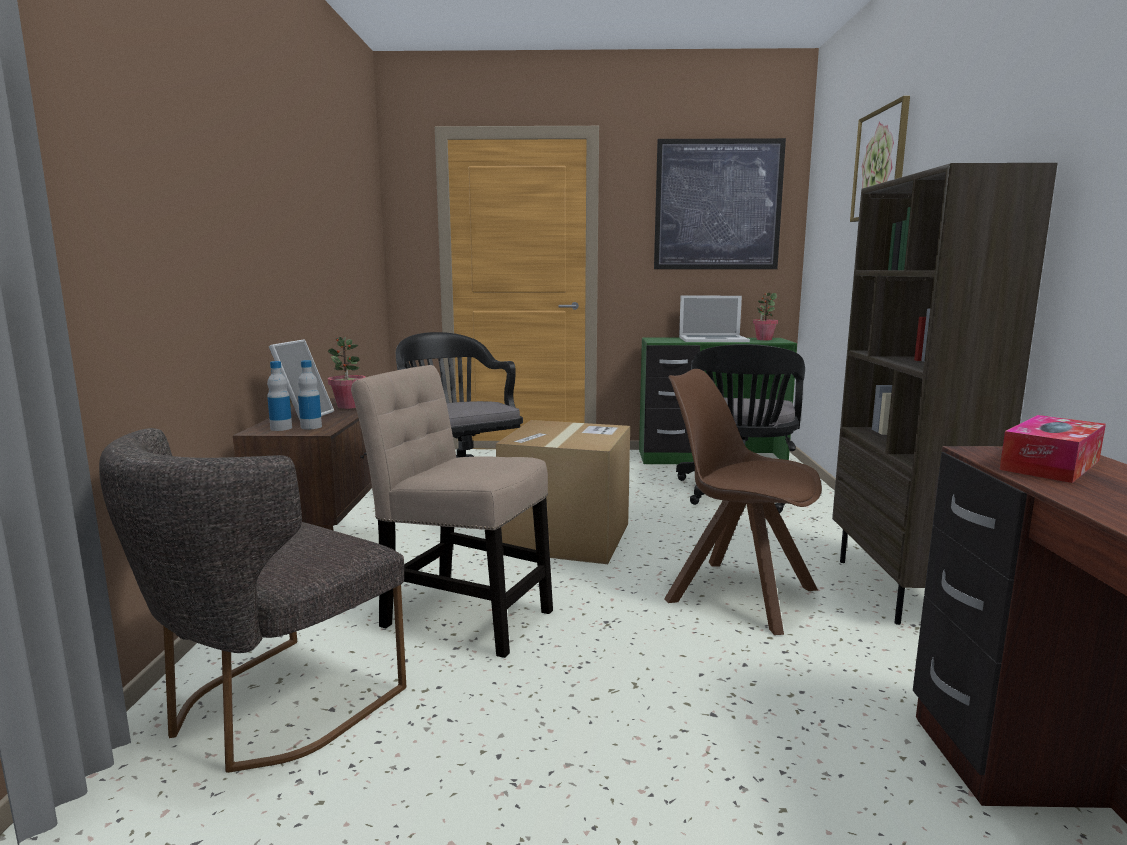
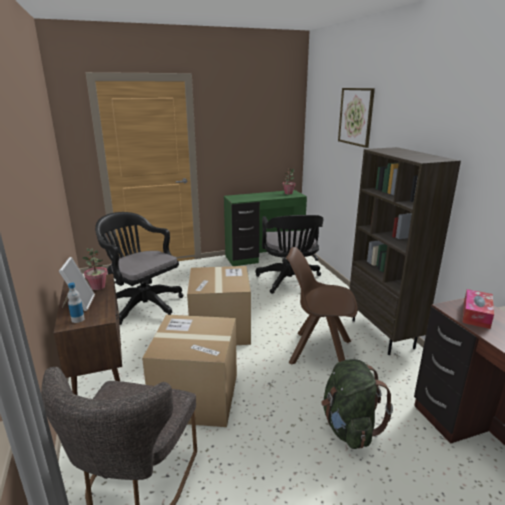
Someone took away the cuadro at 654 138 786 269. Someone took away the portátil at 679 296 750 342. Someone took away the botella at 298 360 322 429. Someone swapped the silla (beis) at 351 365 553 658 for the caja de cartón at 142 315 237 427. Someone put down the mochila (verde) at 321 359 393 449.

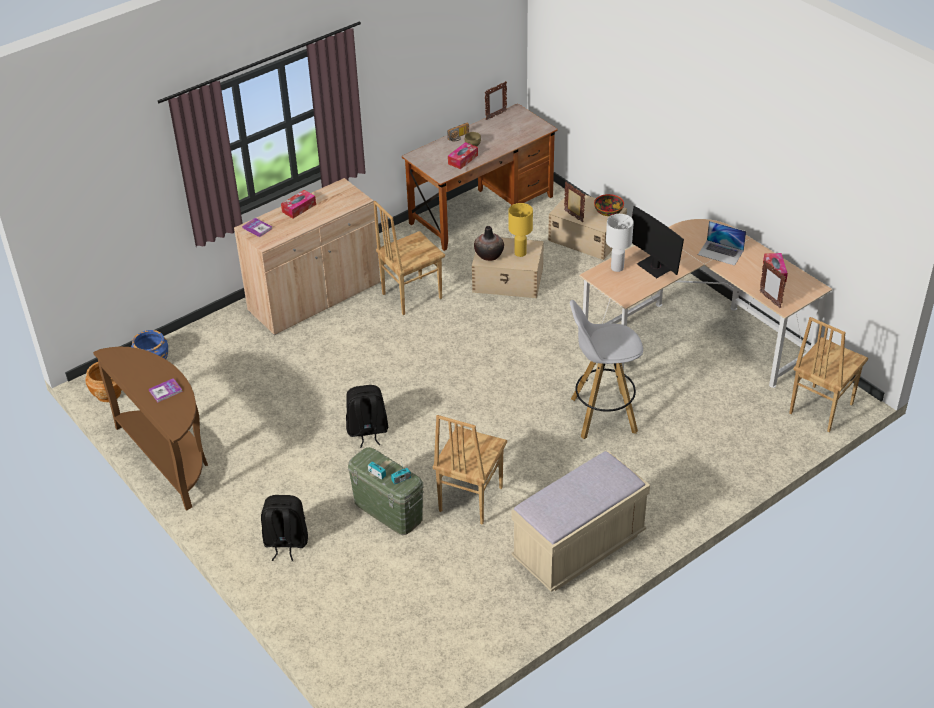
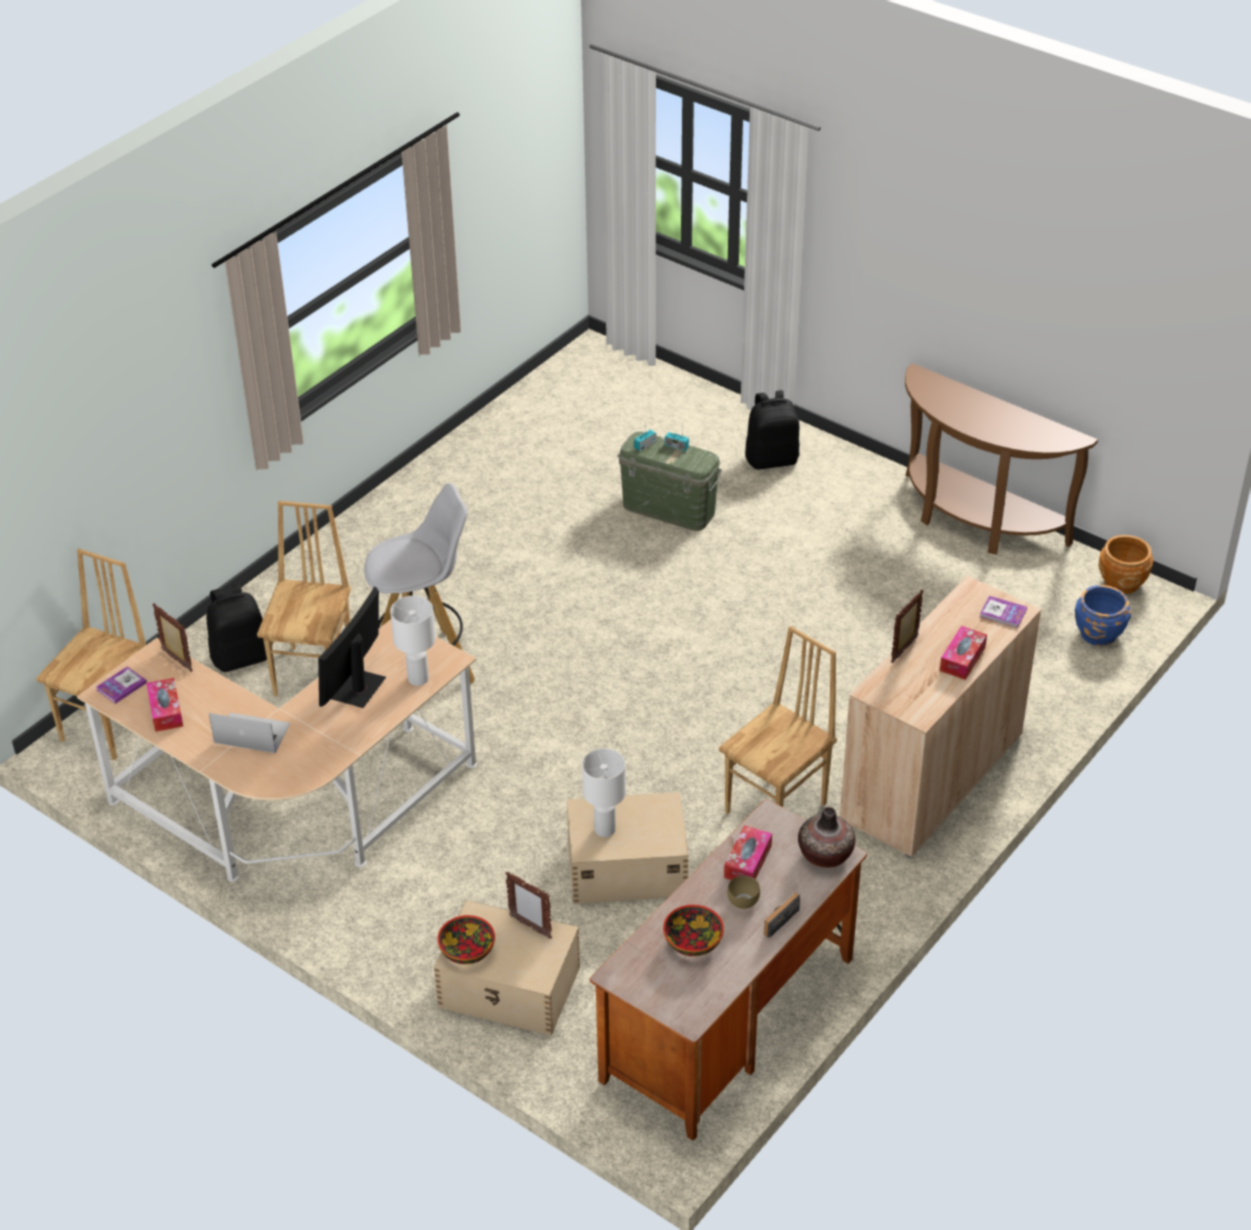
Someone carried the portarretratos from 485 81 507 120 to 891 590 924 663. Someone repainted the lámpara de mesa (amarillo) at 508 203 533 257, which became the lámpara de mesa (blanco) at 582 749 626 837. Someone rotated the monitor at 632 206 684 278 by 105 degrees counterclockwise. Someone carried the florero from 474 226 504 261 to 798 807 855 868. Someone carried the libro from 149 378 183 402 to 96 667 147 704. Someone carried the mochila (negro) from 346 385 388 448 to 206 583 267 672. Someone carried the silla (marrón) from 433 415 507 525 to 257 501 351 696. Someone took away the banco (beis) at 512 451 650 592. Someone put down the cuenco at 663 905 724 956.

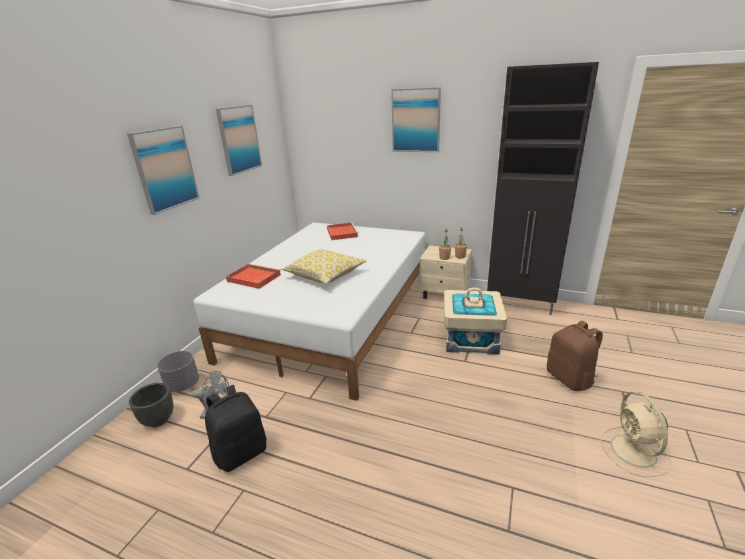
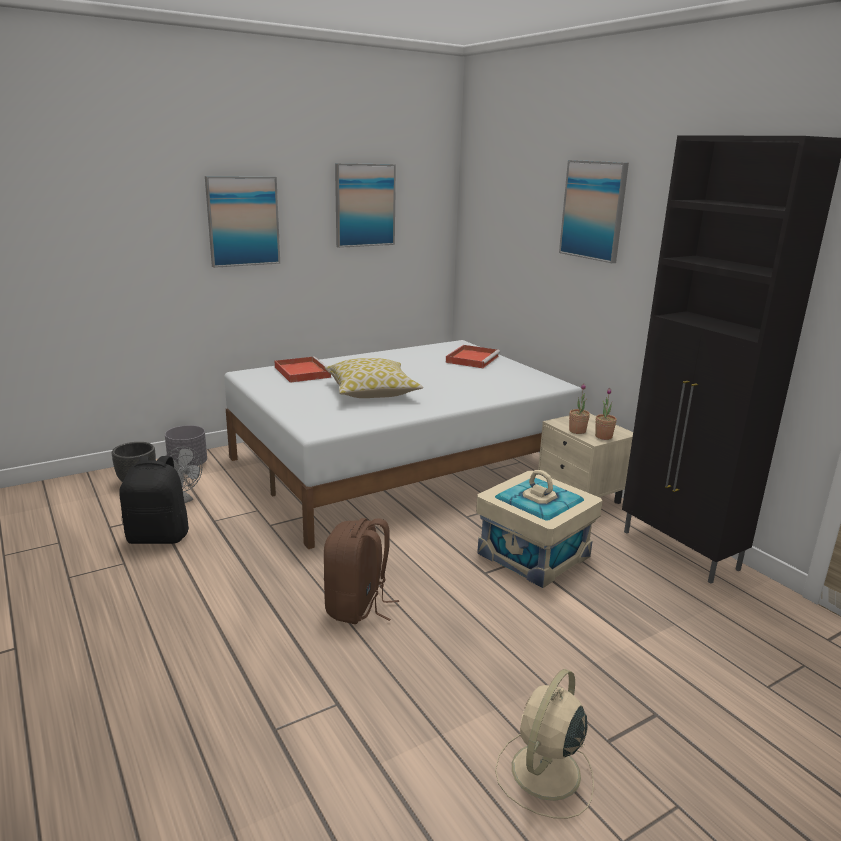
Someone carried the mochila (marrón) from 547 321 603 391 to 324 518 399 624.

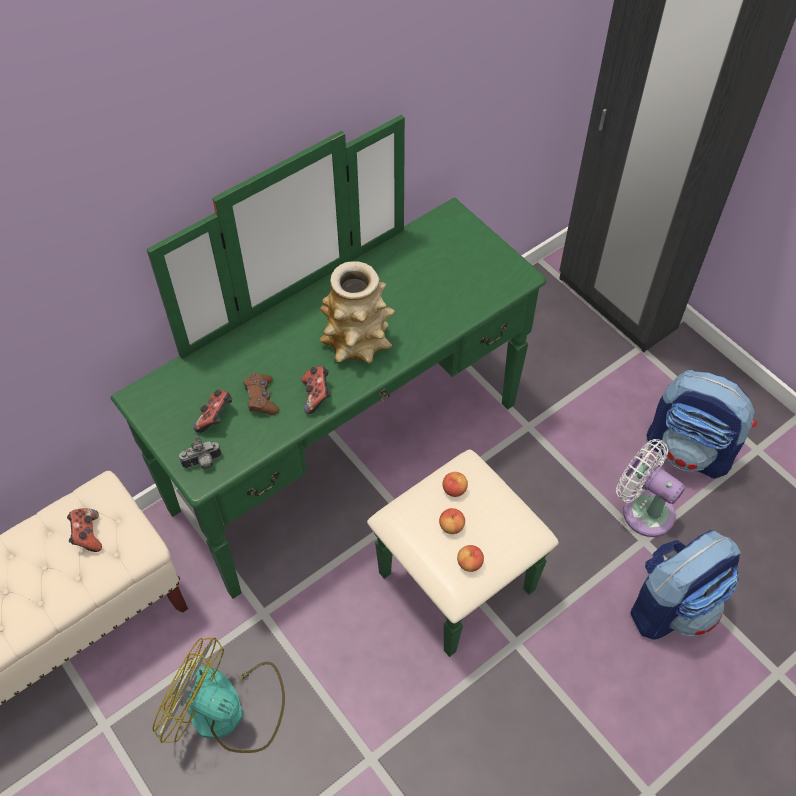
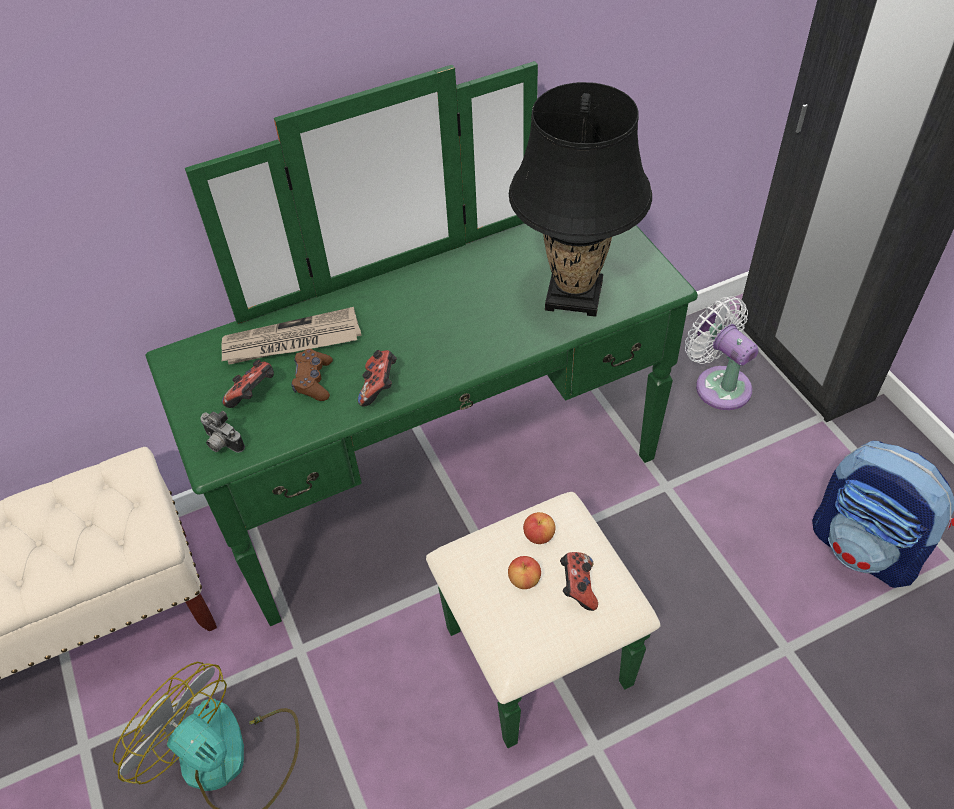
Someone took away the florero at 319 261 395 364. Someone rotated the cámara at 179 436 222 470 by 45 degrees clockwise. Someone carried the ventilador (blanco) from 616 439 685 537 to 685 296 759 410. Someone carried the mando de consola from 67 508 102 552 to 560 552 598 611. Someone took away the mochila at 630 530 740 640. Someone took away the manzana at 457 545 484 572. Someone put down the lámpara de mesa (negro) at 509 82 652 317. Someone put down the periódico at 221 307 362 365.

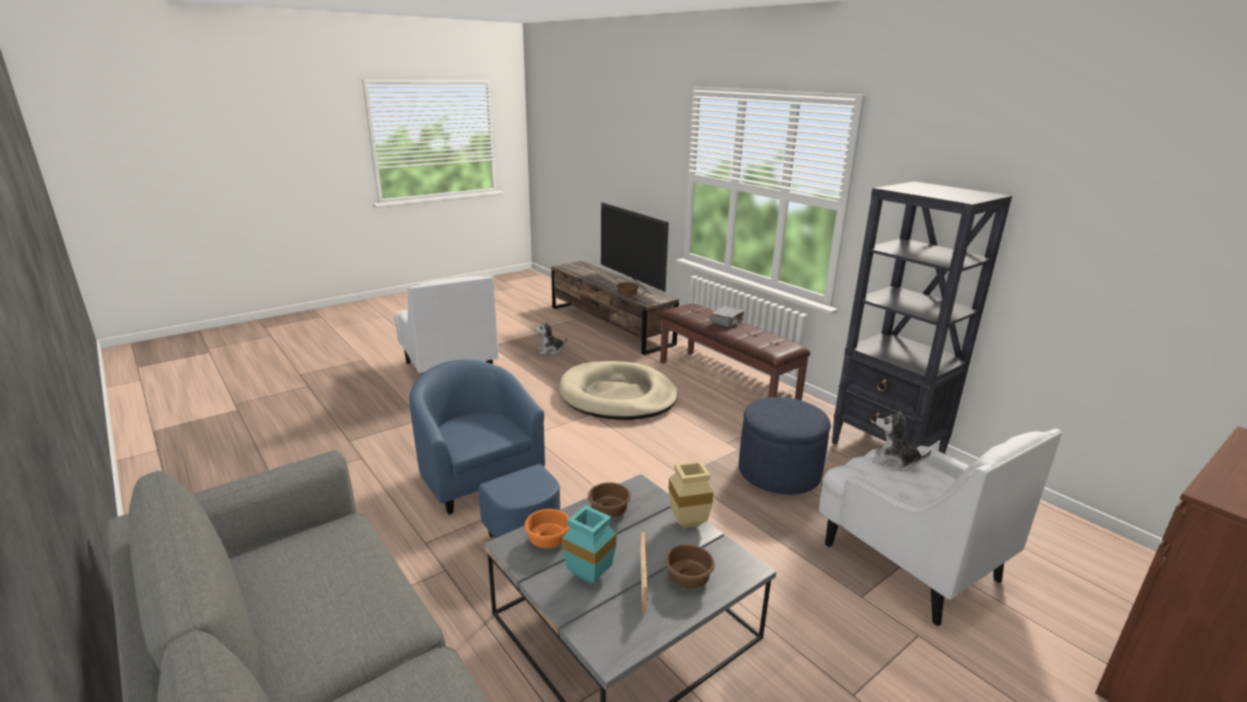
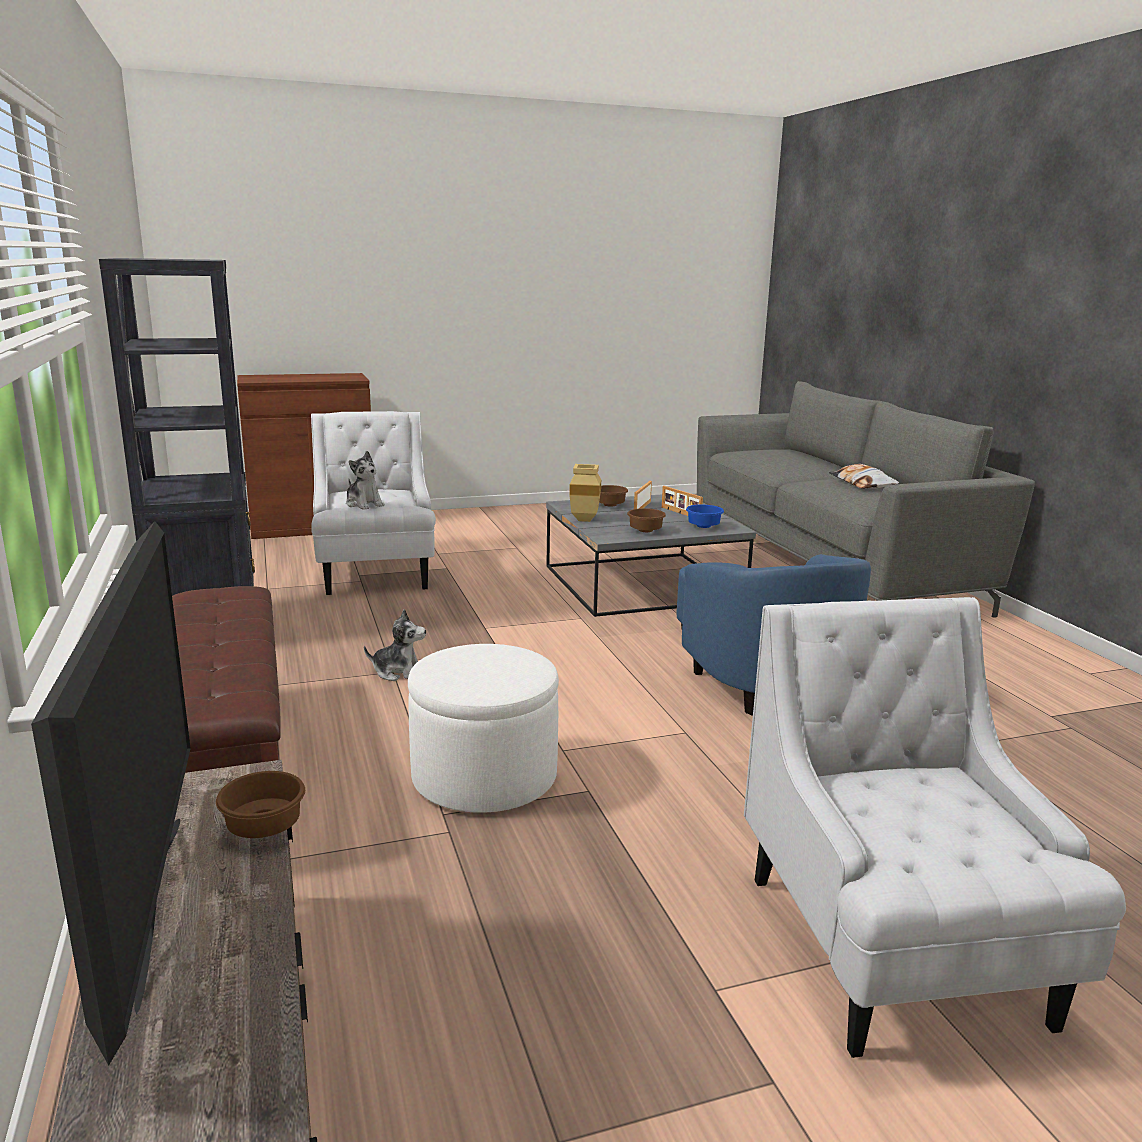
Someone took away the libro (gris) at 711 306 744 327. Someone carried the peluche from 535 321 568 355 to 364 609 426 681. Someone swapped the cama para perro (beis) at 559 361 678 420 for the puf (blanco) at 408 644 559 813. Someone took away the puf (azul) at 739 397 830 494. Someone swapped the florero (turquesa) at 562 505 617 584 for the portarretratos at 662 486 703 516. Someone repainted the cuenco (naranja) at 525 509 570 548, which became the cuenco (azul) at 686 505 724 528. Someone put down the cojín at 829 464 899 489.

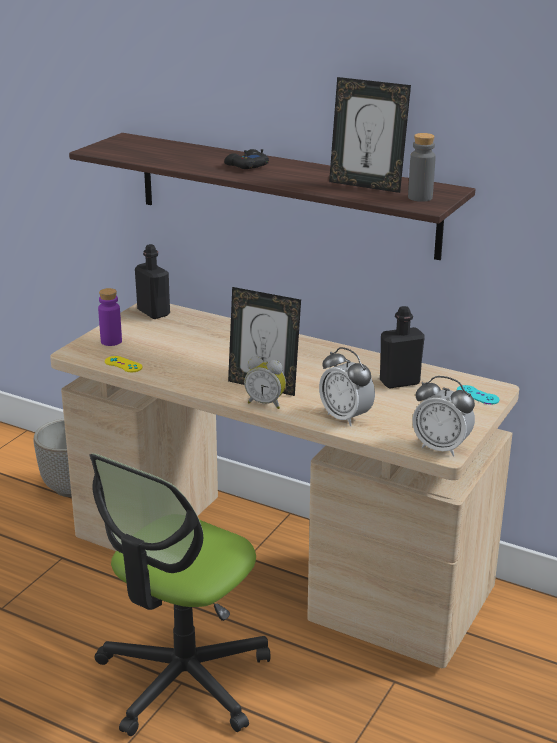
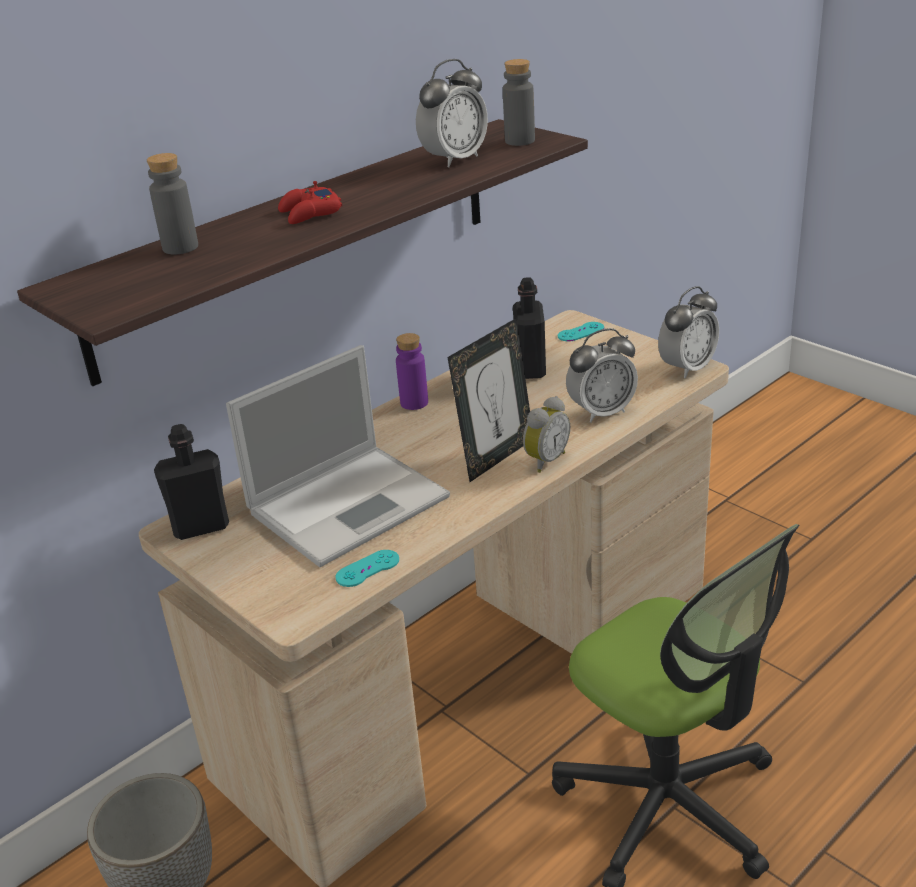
Someone swapped the portarretratos at 329 77 411 193 for the despertador at 416 59 488 167. Someone repainted the mando de consola (negro) at 224 149 269 169, which became the mando de consola (rojo) at 278 181 342 224. Someone carried the botella (morado) from 98 288 122 346 to 396 333 428 410. Someone repainted the mando de consola (amarillo) at 105 356 143 372, which became the mando de consola (turquesa) at 335 550 399 587. Someone put down the botella (gris) at 147 153 198 254. Someone put down the portátil at 226 345 450 567.

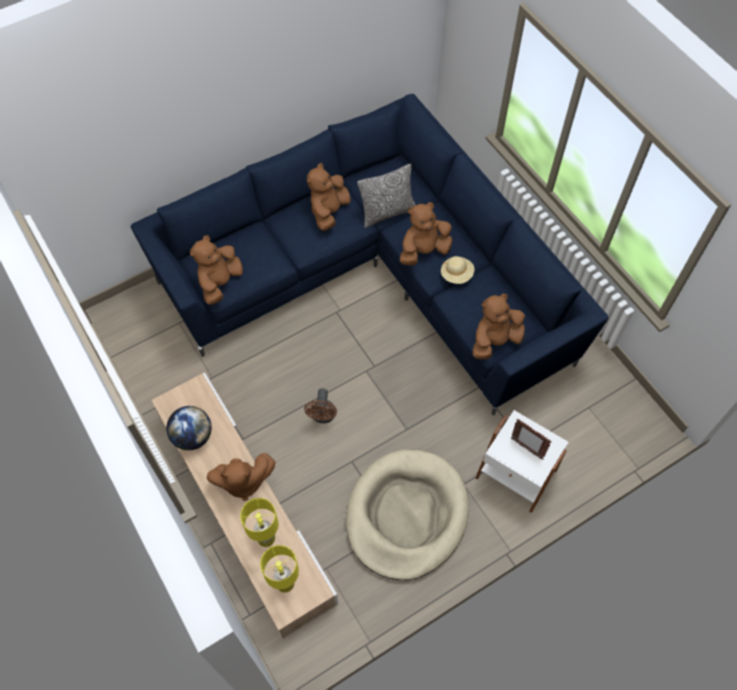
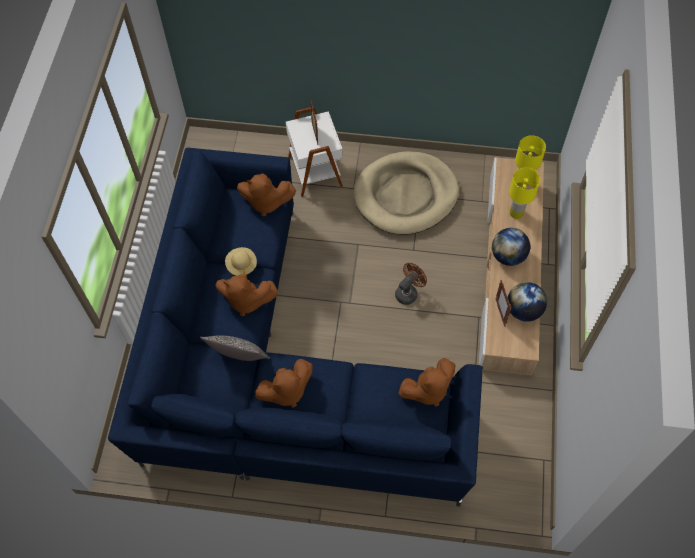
Someone swapped the peluche (marrón) at 207 453 276 501 for the globo terráqueo at 492 228 530 266. Someone put down the portarretratos at 495 280 511 327.

